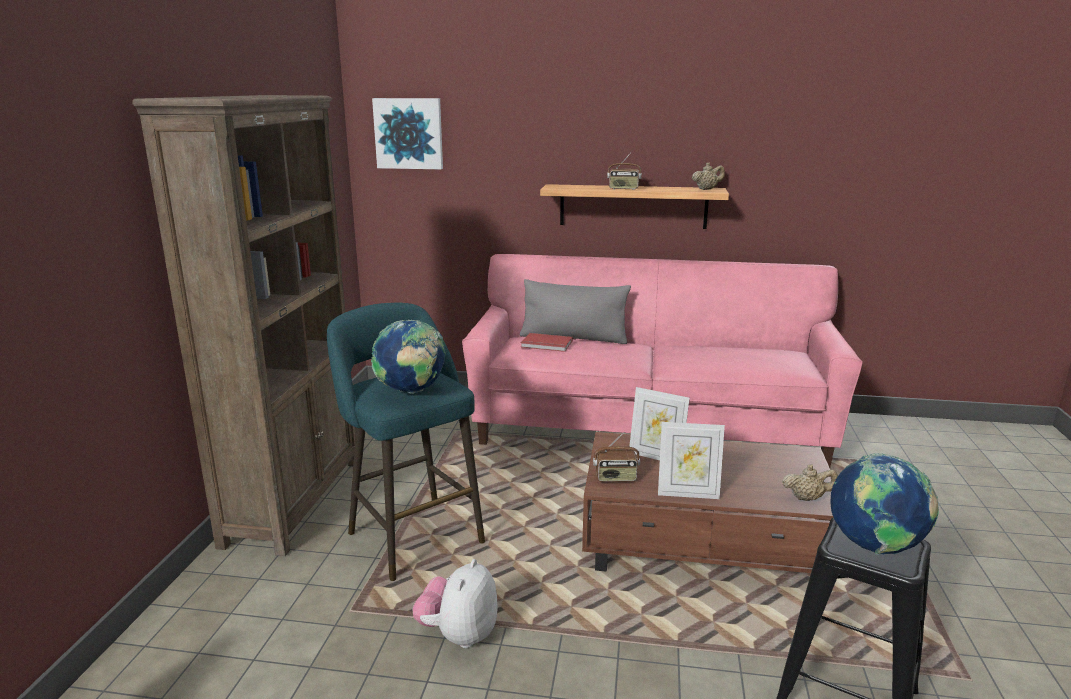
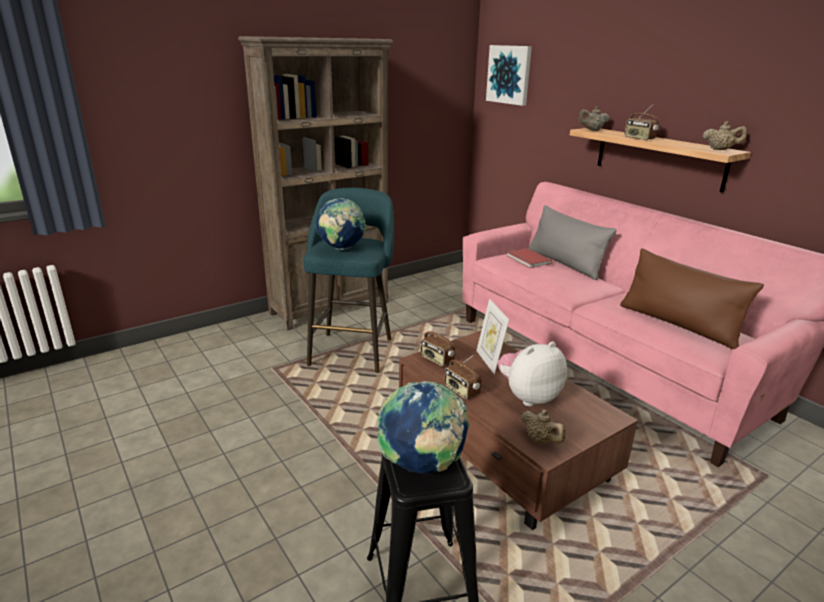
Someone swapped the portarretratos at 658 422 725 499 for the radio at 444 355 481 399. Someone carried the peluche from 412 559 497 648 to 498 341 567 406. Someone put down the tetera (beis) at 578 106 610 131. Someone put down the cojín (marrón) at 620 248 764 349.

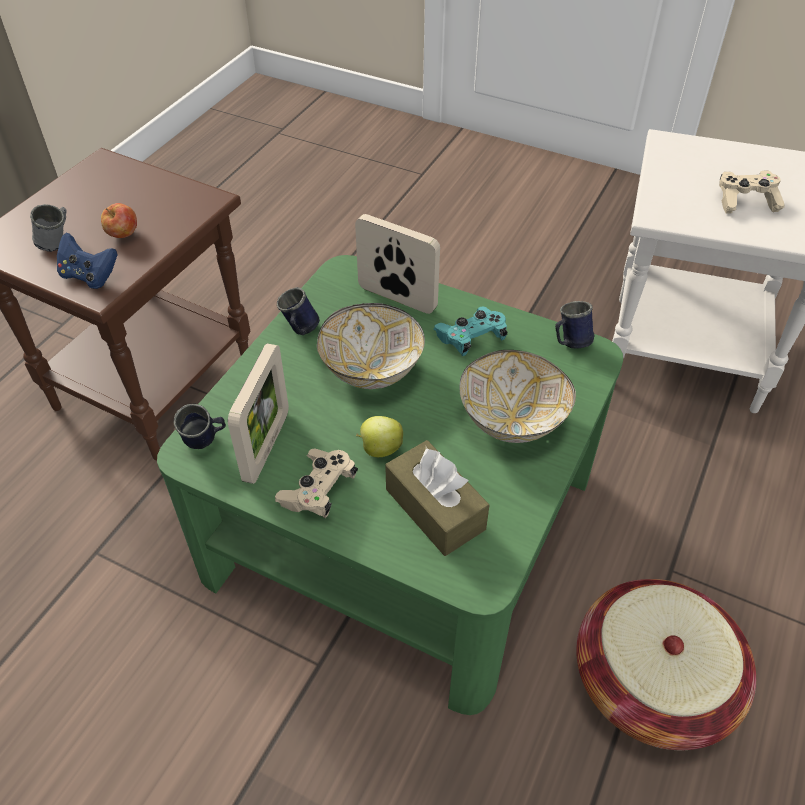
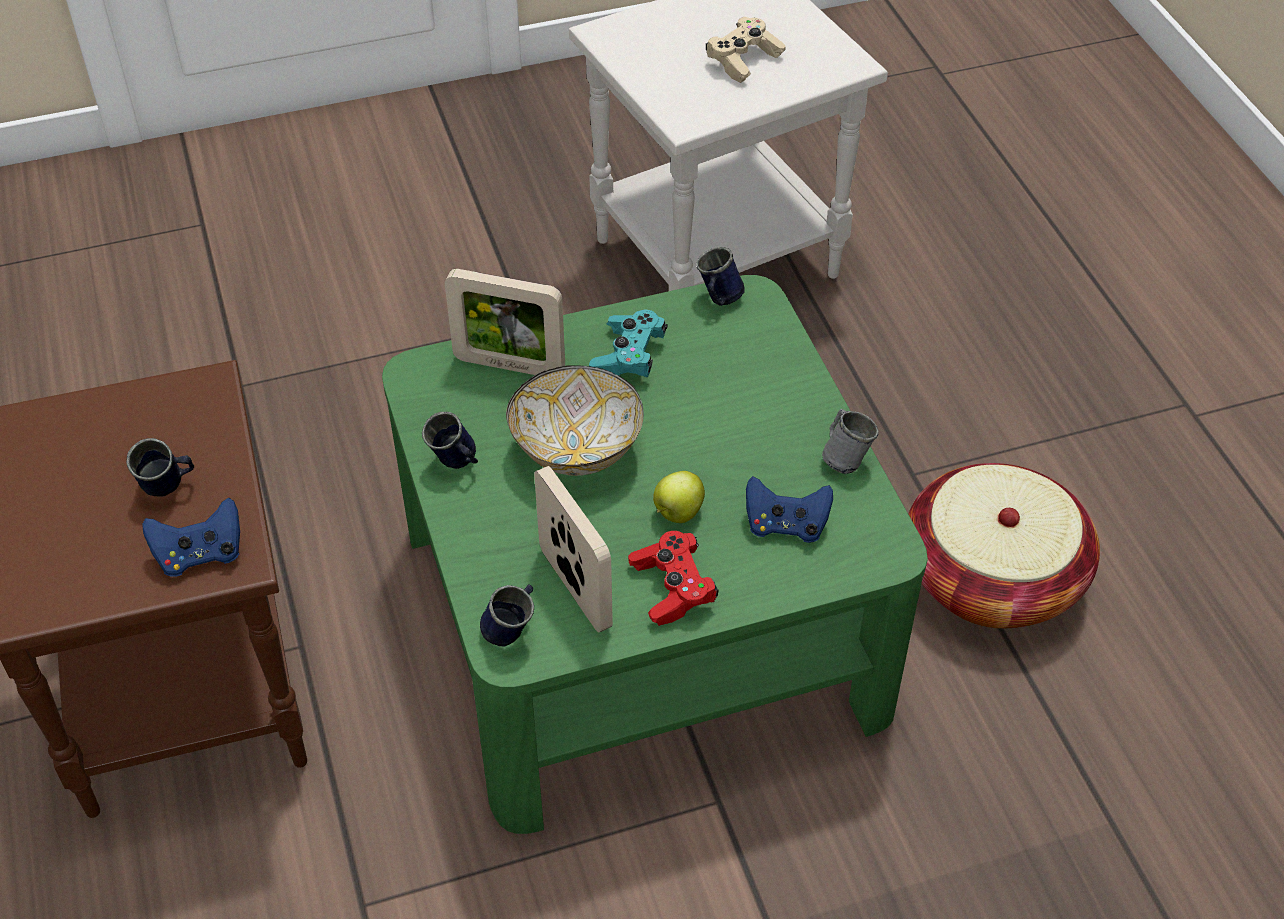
Someone swapped the manzana at 101 203 137 238 for the taza grande (azul) at 126 438 194 497. Someone carried the taza grande (gris) from 30 204 67 252 to 822 409 879 474. Someone rotated the portarretratos at 355 214 440 314 by 150 degrees counterclockwise. Someone took away the cuenco at 459 350 576 443. Someone swapped the caja de pañuelos (marrón) at 385 440 490 556 for the mando de consola (azul) at 746 476 833 543. Someone repainted the mando de consola (beis) at 275 449 358 518, which became the mando de consola (rojo) at 628 531 719 626.

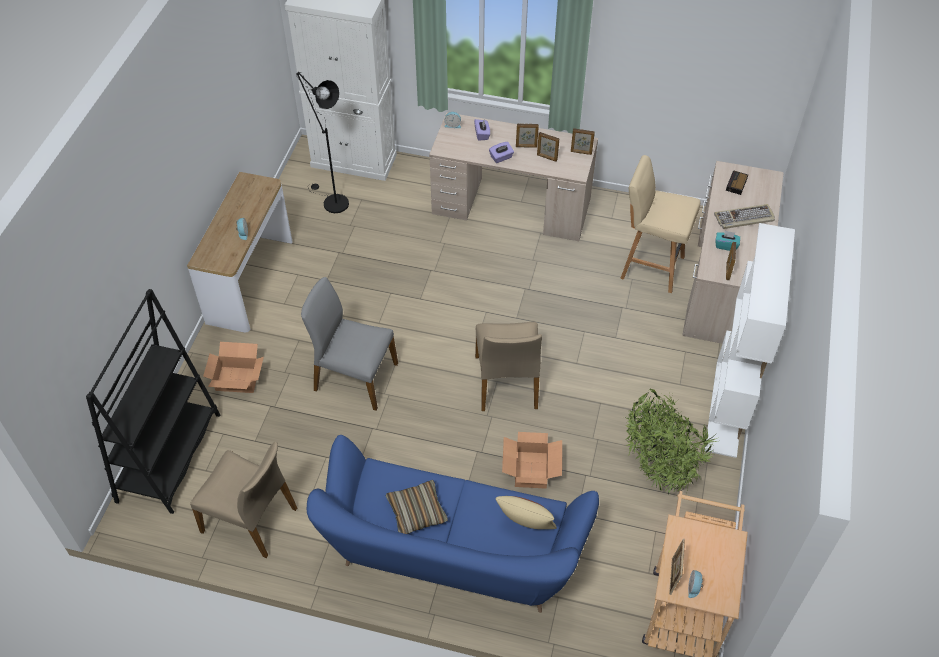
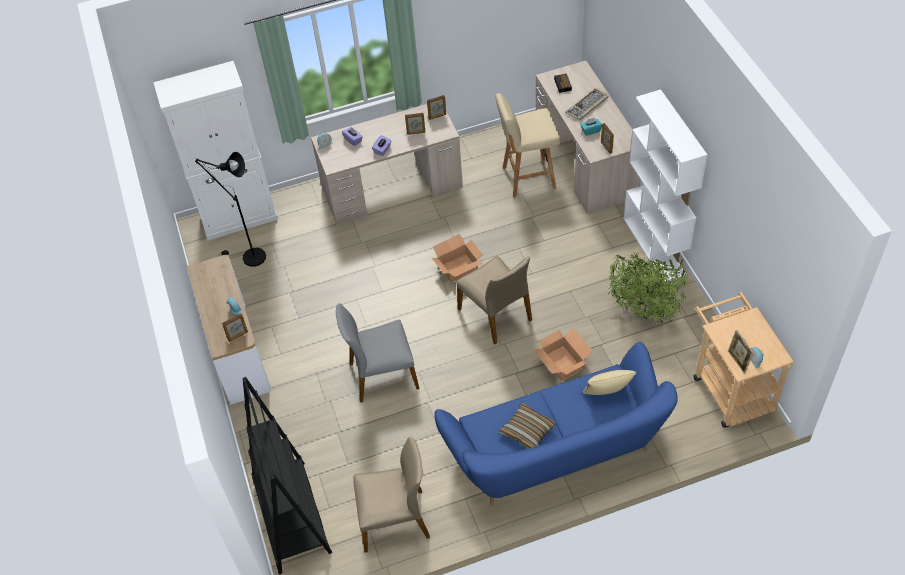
Someone carried the portarretratos from 516 124 539 148 to 222 314 248 342. Someone carried the caja de cartón from 203 342 264 393 to 432 234 483 283.

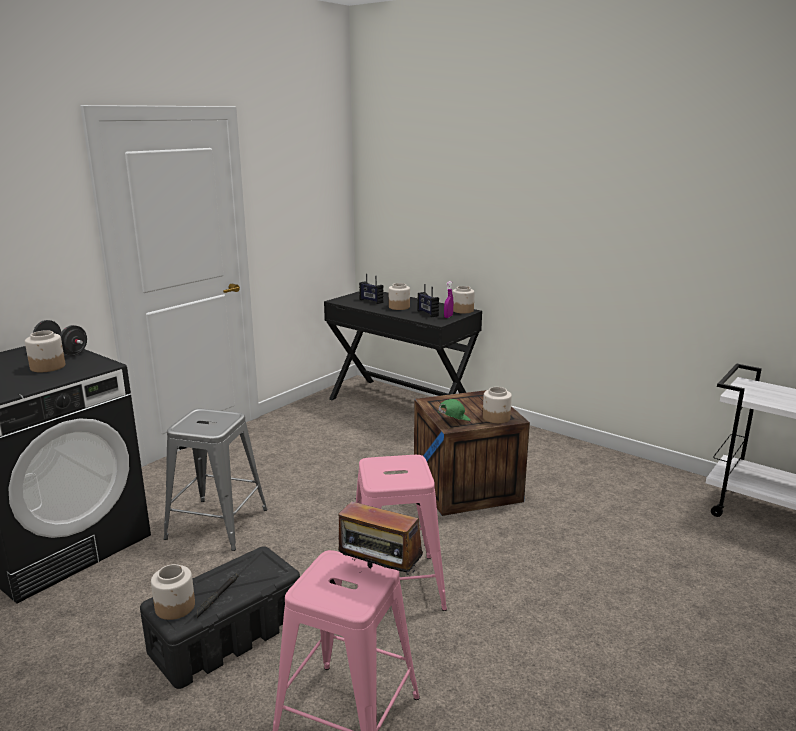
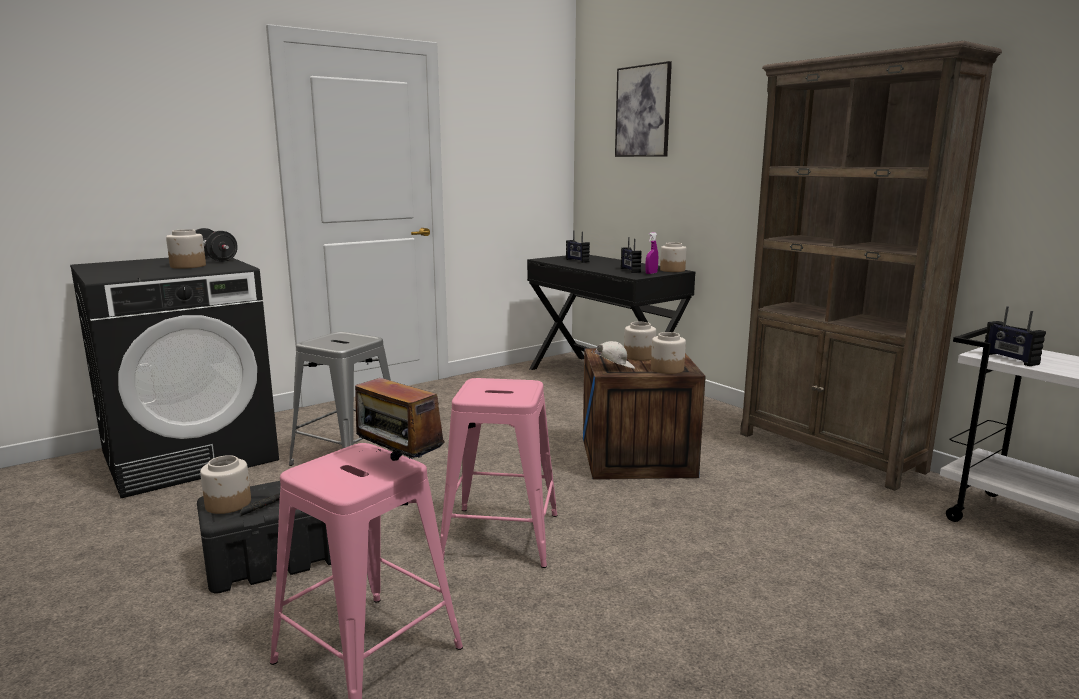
Someone carried the tarro from 389 283 410 310 to 624 322 656 361. Someone repainted the gorra (verde) at 438 399 471 421, which became the gorra (blanco) at 591 341 635 369. Someone put down the estantería (marrón) at 740 41 1002 491. Someone put up the cuadro at 615 61 672 157. Someone put down the radio at 985 306 1046 366.

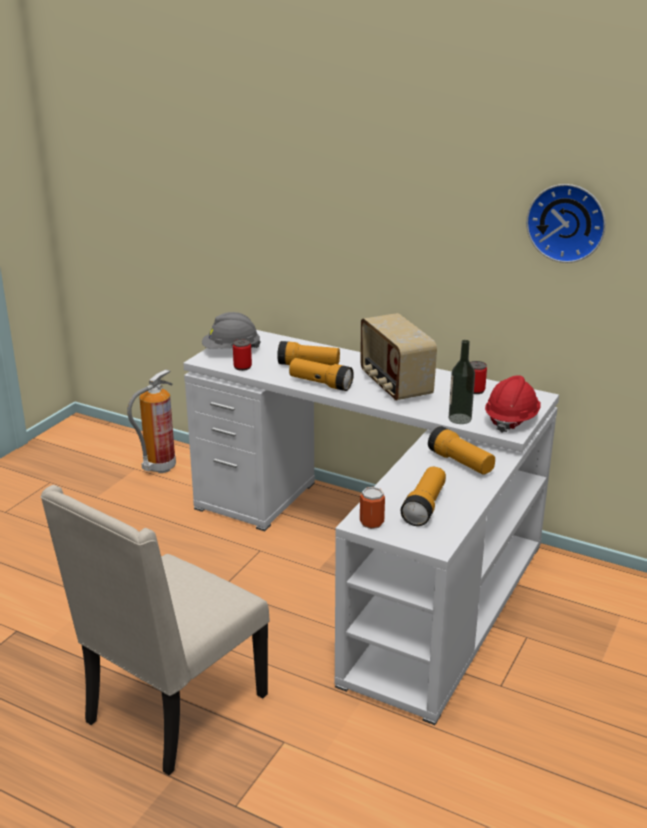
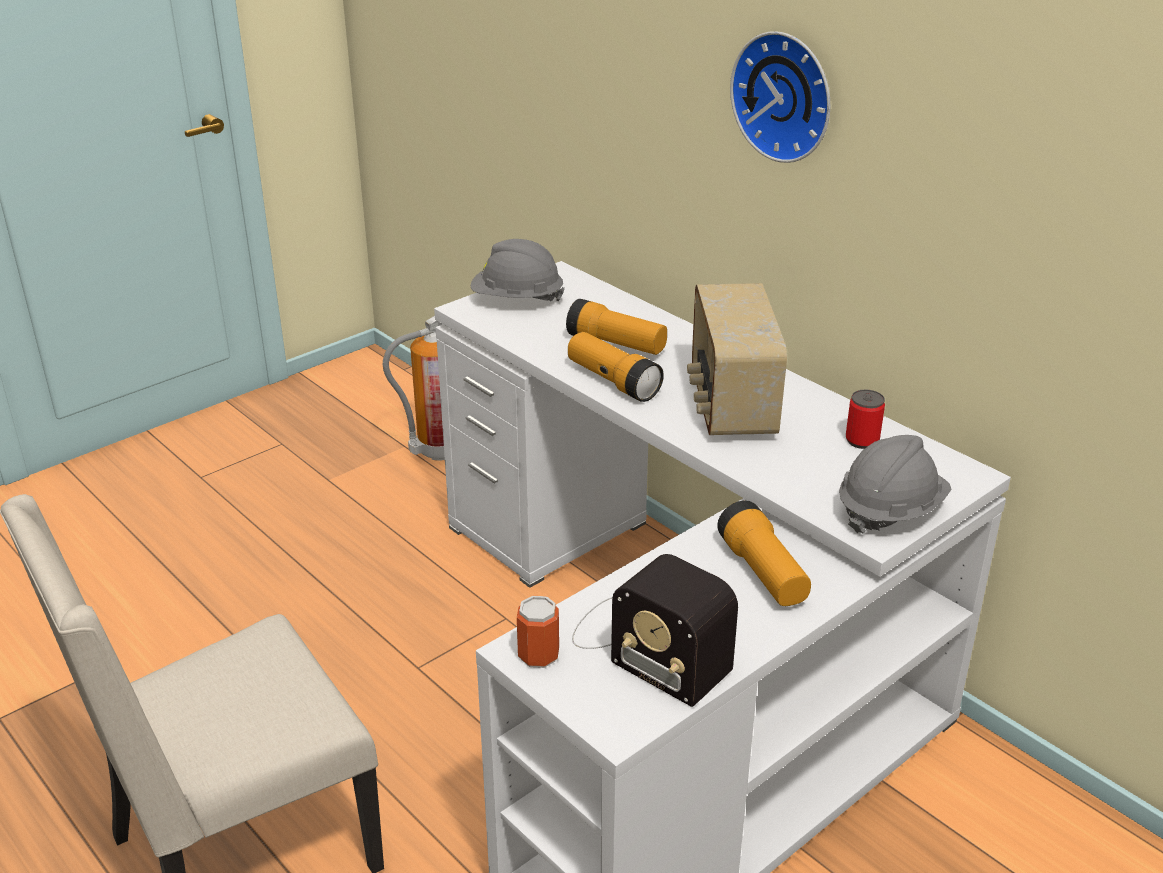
Someone carried the reloj de pared from 526 184 606 263 to 730 31 830 163. Someone took away the lata at 233 339 252 371. Someone took away the botella at 449 340 475 424. Someone repainted the casco (rojo) at 485 375 541 433, which became the casco (gris) at 839 435 951 534. Someone swapped the linterna at 401 467 446 526 for the radio at 572 554 738 707.

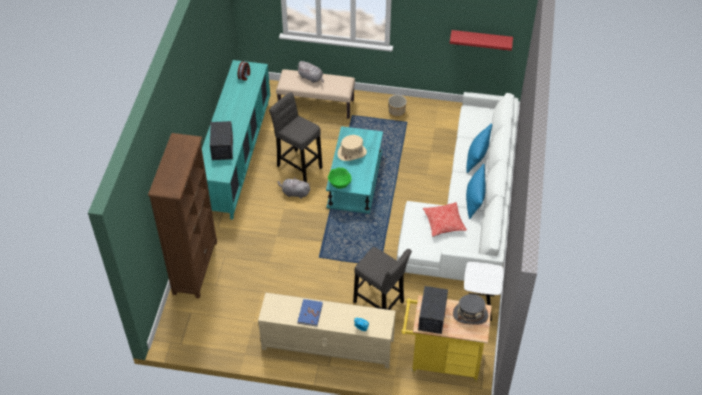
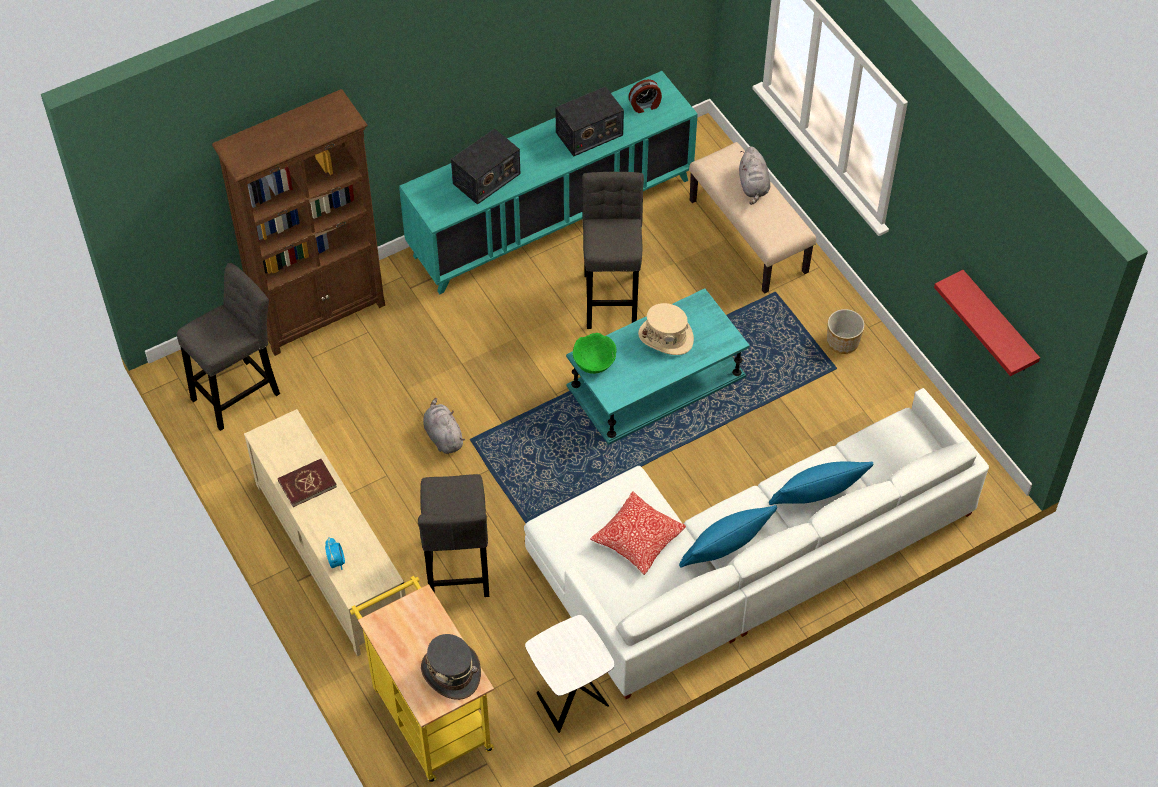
Someone carried the peluche (gris) from 278 177 310 199 to 423 398 465 454. Someone carried the radio from 418 286 448 334 to 555 86 624 157. Someone repainted the libro (azul) at 297 299 323 327, which became the libro (rojo) at 278 459 337 507. Someone put down the taburete (gris) at 177 263 280 431.

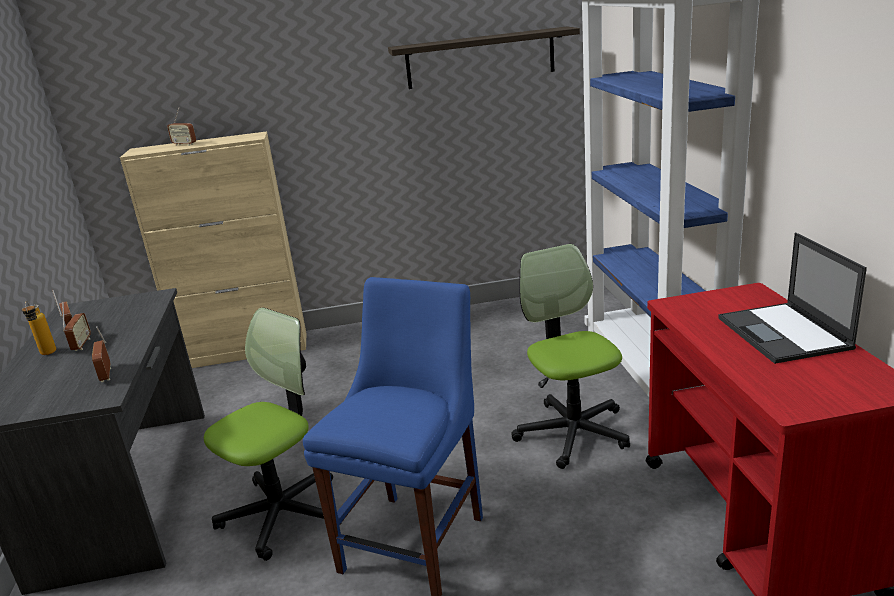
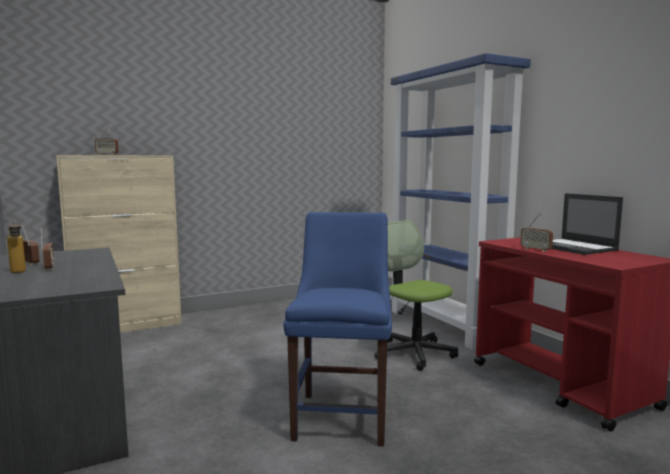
Someone took away the estante at 388 26 580 89. Someone took away the silla de oficina at 204 307 341 561. Someone carried the radio from 92 326 111 382 to 520 213 553 252.

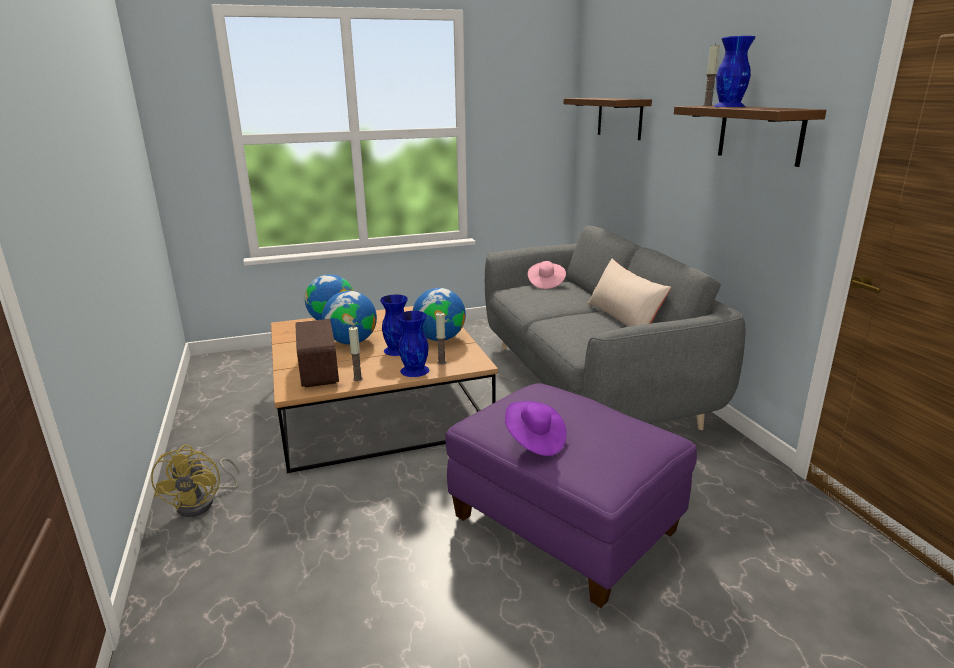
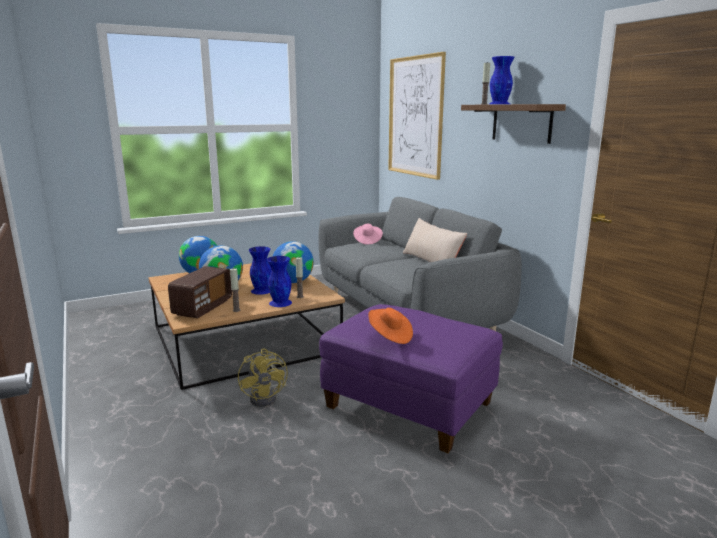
Someone swapped the estante (marrón) at 564 98 652 140 for the cuadro at 388 52 446 180. Someone rotated the radio at 295 319 339 388 by 135 degrees counterclockwise. Someone repainted the sombrero (morado) at 505 401 567 456, which became the sombrero (naranja) at 368 308 413 344. Someone carried the ventilador (amarillo) from 151 445 239 517 to 238 348 288 407.

